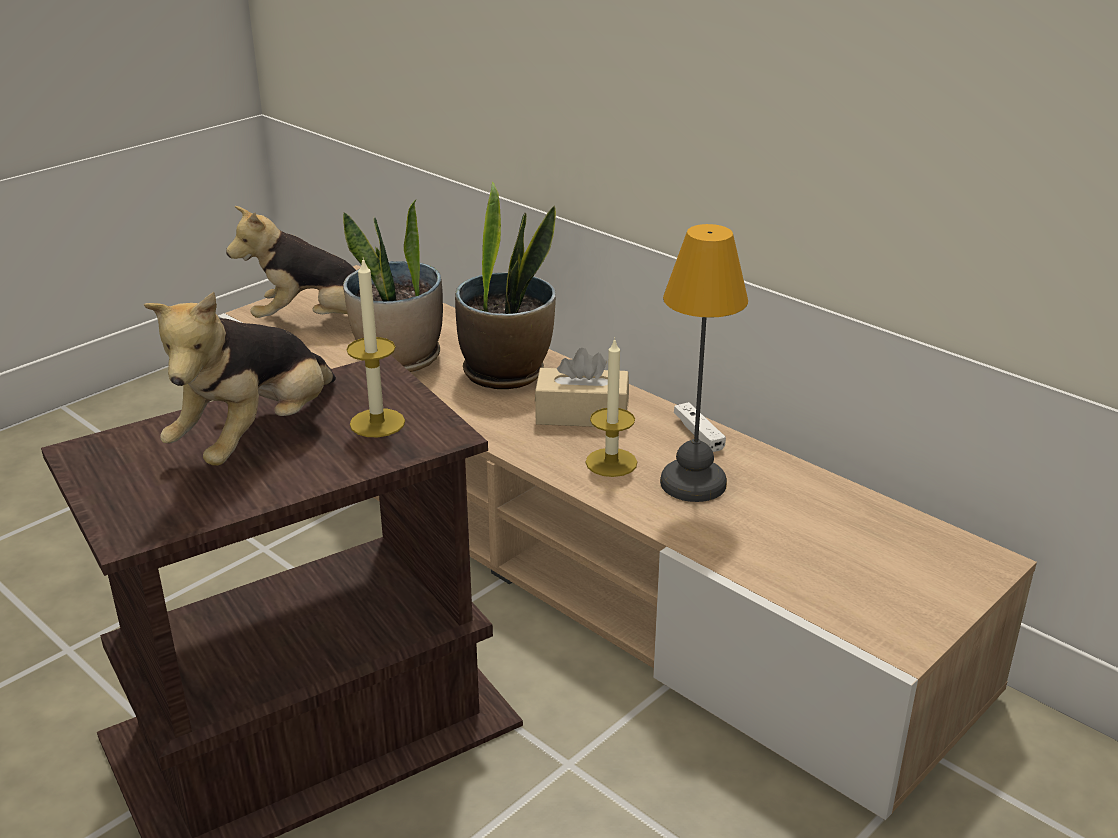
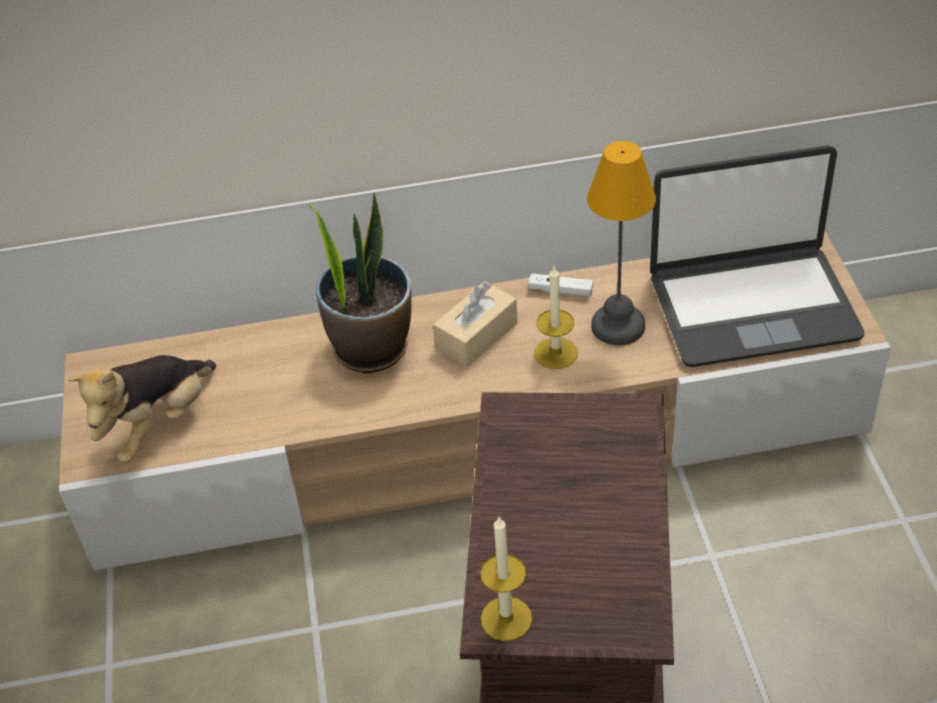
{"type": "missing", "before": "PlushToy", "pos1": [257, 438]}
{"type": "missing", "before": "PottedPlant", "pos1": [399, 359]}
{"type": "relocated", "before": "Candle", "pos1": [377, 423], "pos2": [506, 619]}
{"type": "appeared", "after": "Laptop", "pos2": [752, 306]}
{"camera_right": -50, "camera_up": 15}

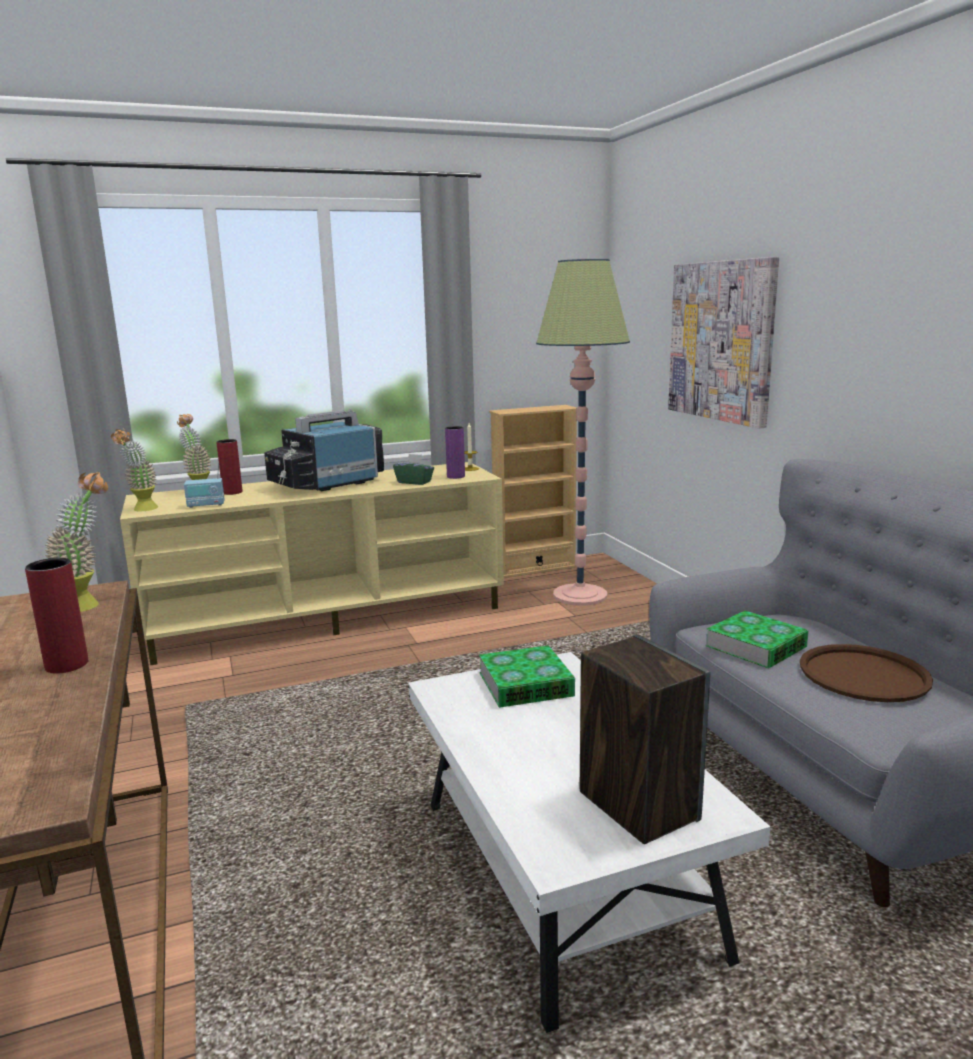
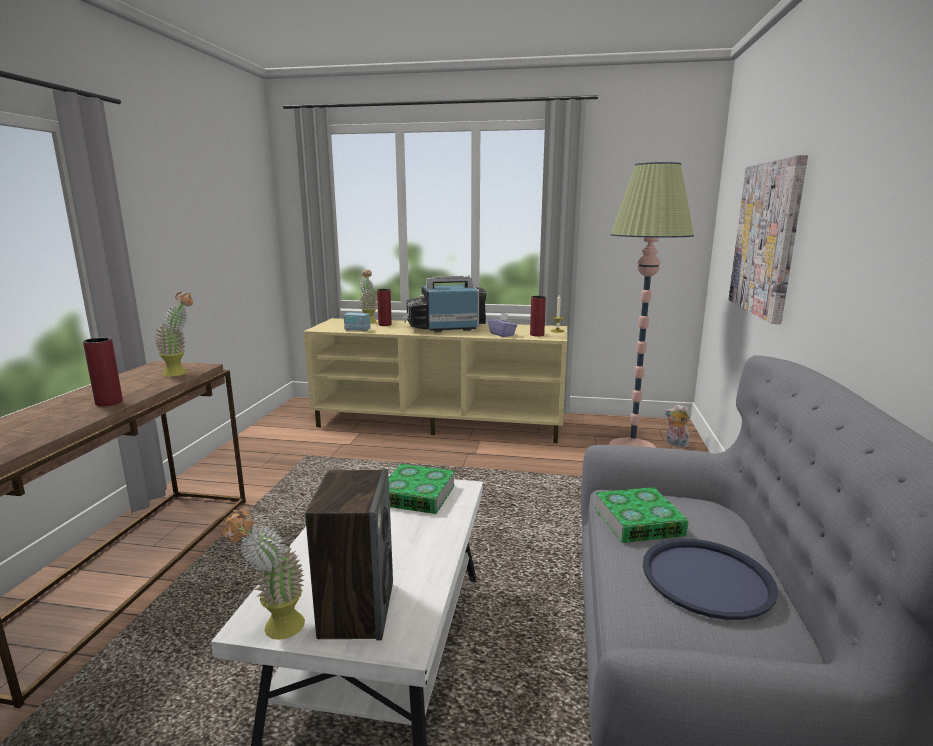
{"type": "relocated", "before": "PottedPlant", "pos1": [142, 510], "pos2": [274, 631]}
{"type": "colour", "before": "GreenTissueBox", "after": "PurpleTissueBox", "pos1": [414, 482], "pos2": [502, 334]}
{"type": "colour", "before": "PurpleVase", "after": "RedVase", "pos1": [456, 476], "pos2": [537, 335]}
{"type": "missing", "before": "BeigeBookcase", "pos1": [535, 568]}
{"type": "colour", "before": "BrownTray", "after": "BlueTray", "pos1": [863, 674], "pos2": [707, 578]}
{"type": "appeared", "after": "PlushToy", "pos2": [675, 444]}
{"camera_right": 30, "camera_up": 0}

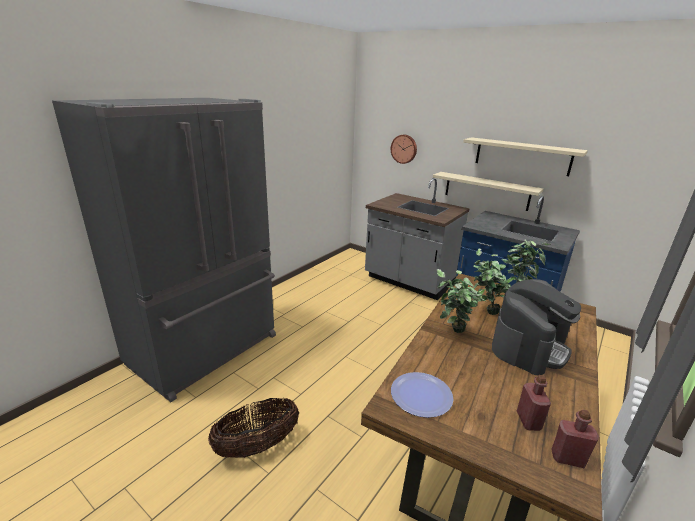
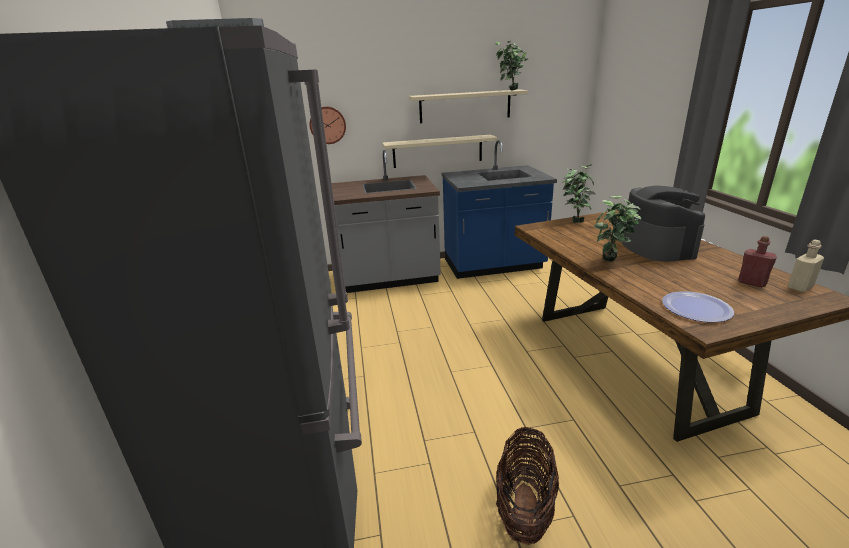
{"type": "relocated", "before": "PottedPlant", "pos1": [484, 312], "pos2": [510, 90]}
{"type": "colour", "before": "RedBottle", "after": "BeigeBottle", "pos1": [567, 458], "pos2": [800, 287]}
{"camera_right": -45, "camera_up": 0}

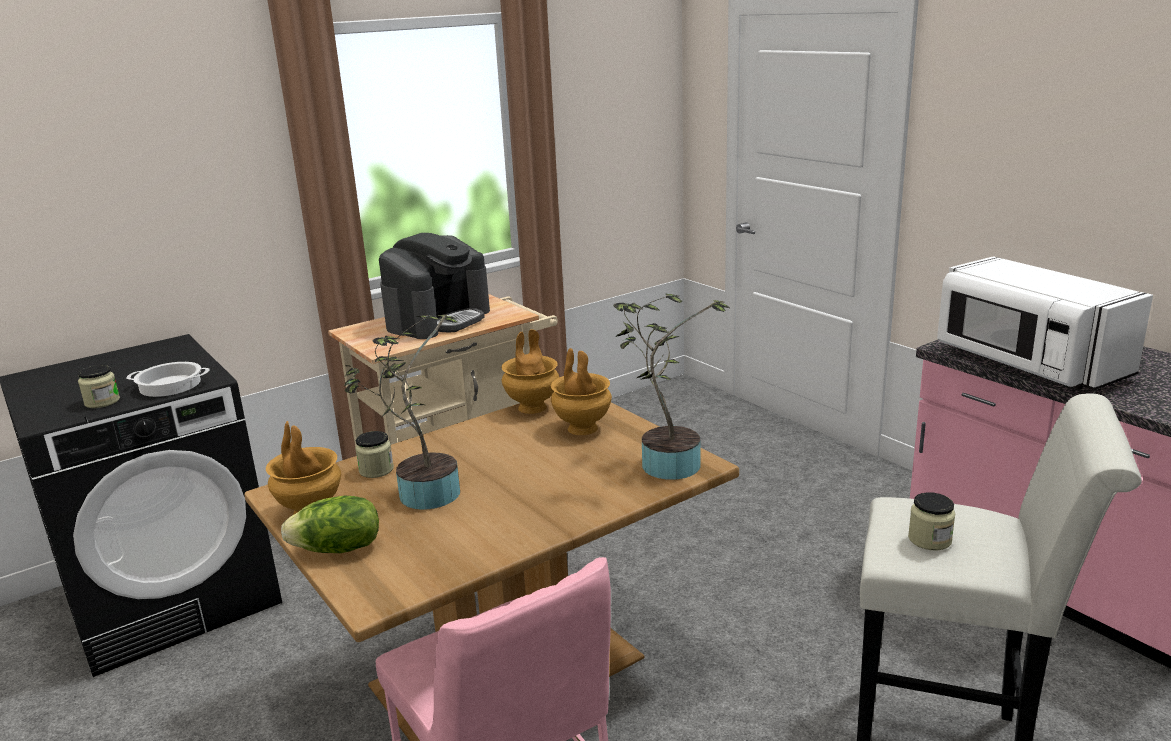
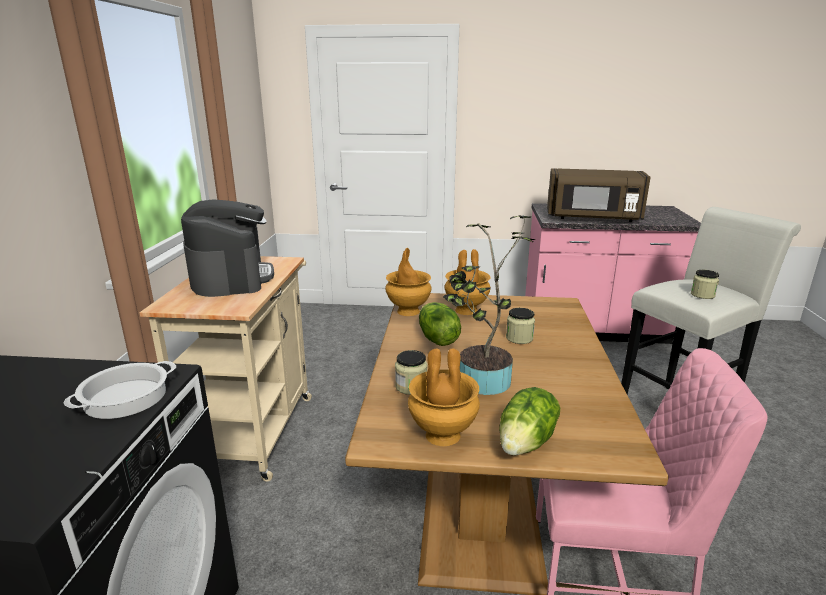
{"type": "relocated", "before": "Jar", "pos1": [102, 402], "pos2": [519, 338]}
{"type": "missing", "before": "PottedPlant", "pos1": [665, 463]}
{"type": "colour", "before": "WhiteMicrowave", "after": "BrownMicrowave", "pos1": [1027, 363], "pos2": [593, 218]}
{"type": "appeared", "after": "Lettuce", "pos2": [437, 339]}
{"camera_right": -50, "camera_up": 0}

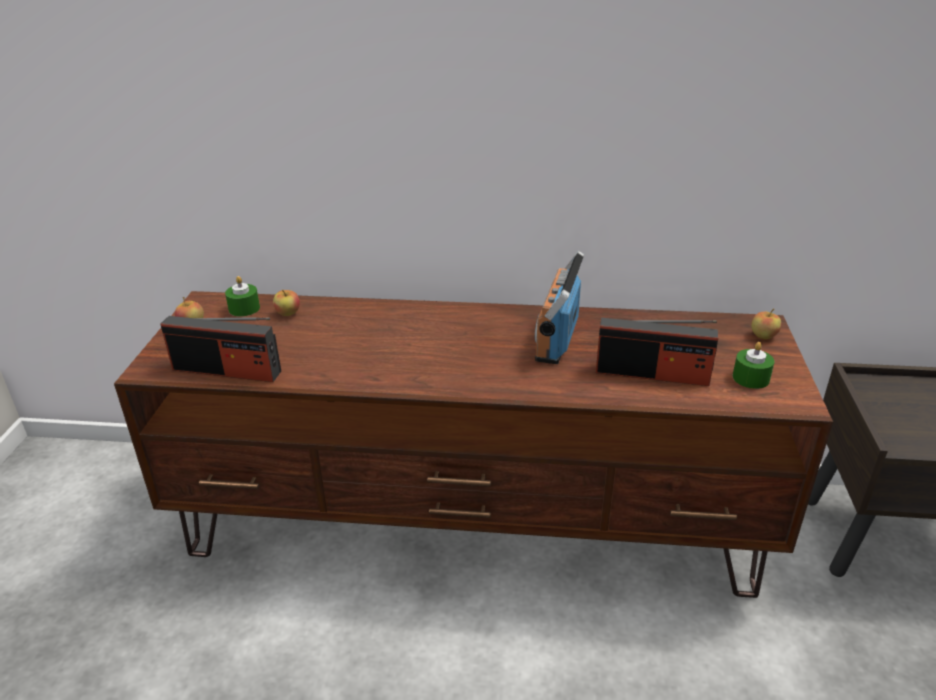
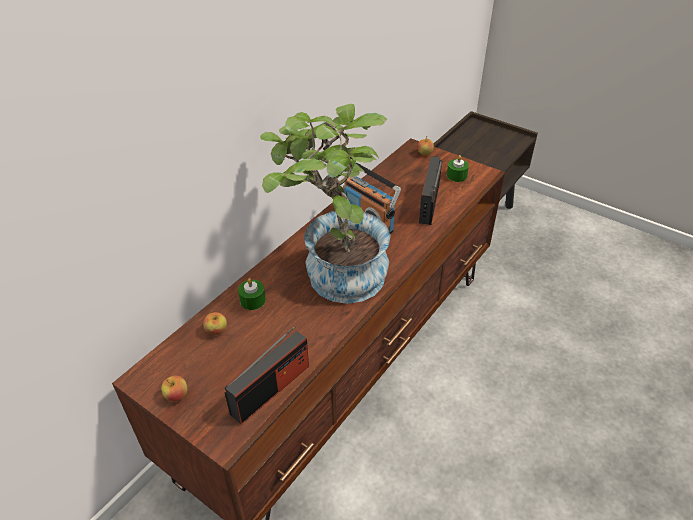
{"type": "relocated", "before": "GreenCandle", "pos1": [244, 308], "pos2": [252, 300]}
{"type": "spun", "before": "Radio", "pos1": [652, 374], "pos2": [429, 203], "turn": 150}
{"type": "appeared", "after": "PottedPlant", "pos2": [334, 273]}
{"camera_right": -60, "camera_up": 10}

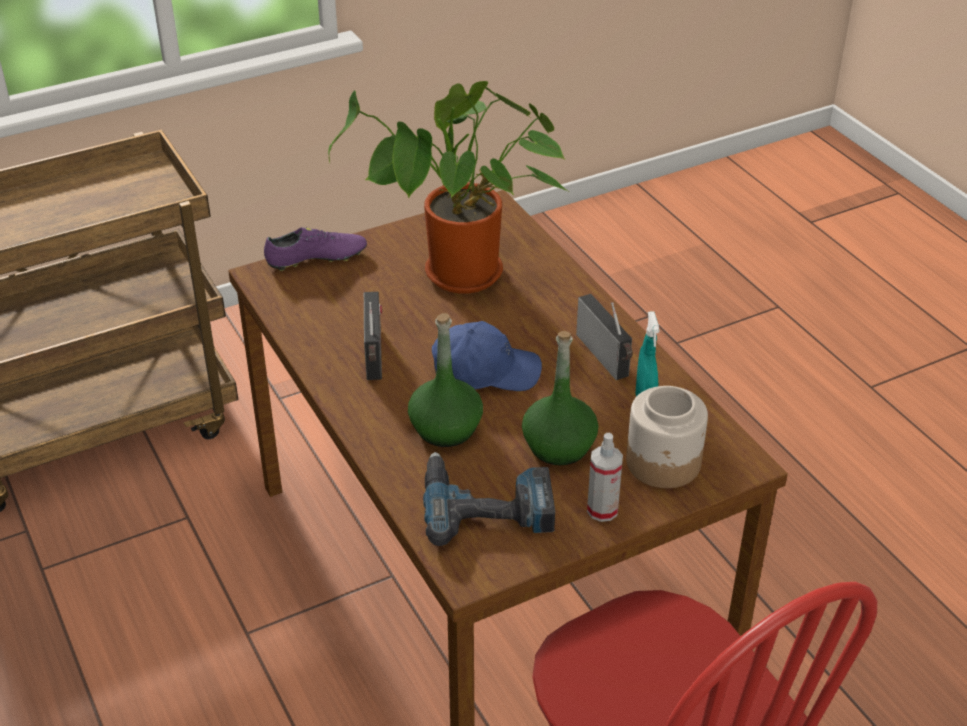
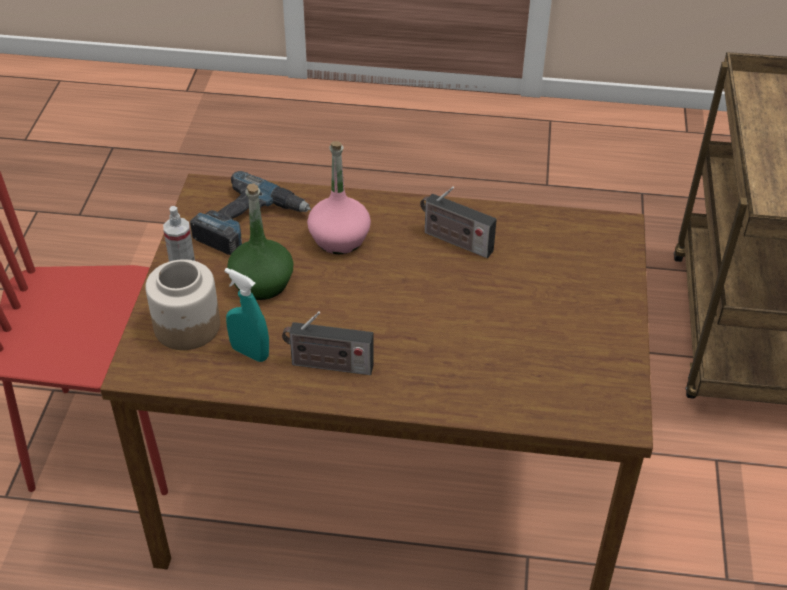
{"type": "missing", "before": "PurpleShoe", "pos1": [317, 260]}
{"type": "missing", "before": "PottedPlant", "pos1": [459, 279]}
{"type": "colour", "before": "GreenBottle", "after": "PinkBottle", "pos1": [445, 429], "pos2": [339, 239]}
{"type": "missing", "before": "BlueCap", "pos1": [484, 371]}
{"camera_right": 125, "camera_up": 5}

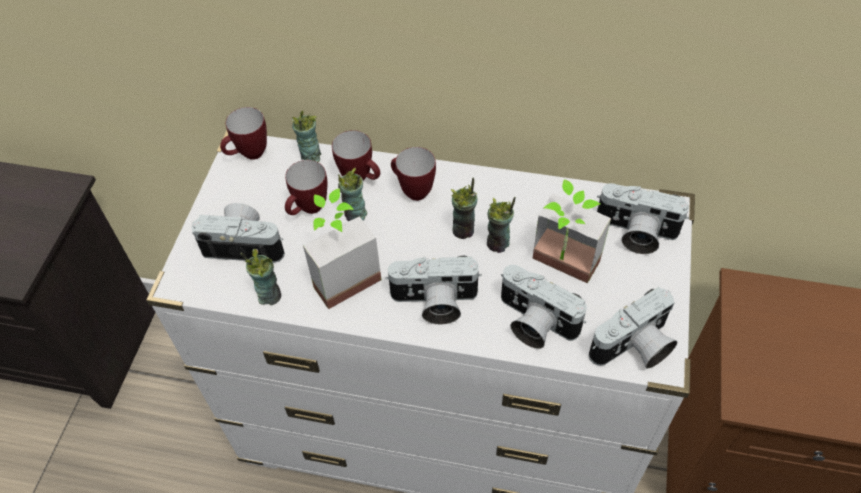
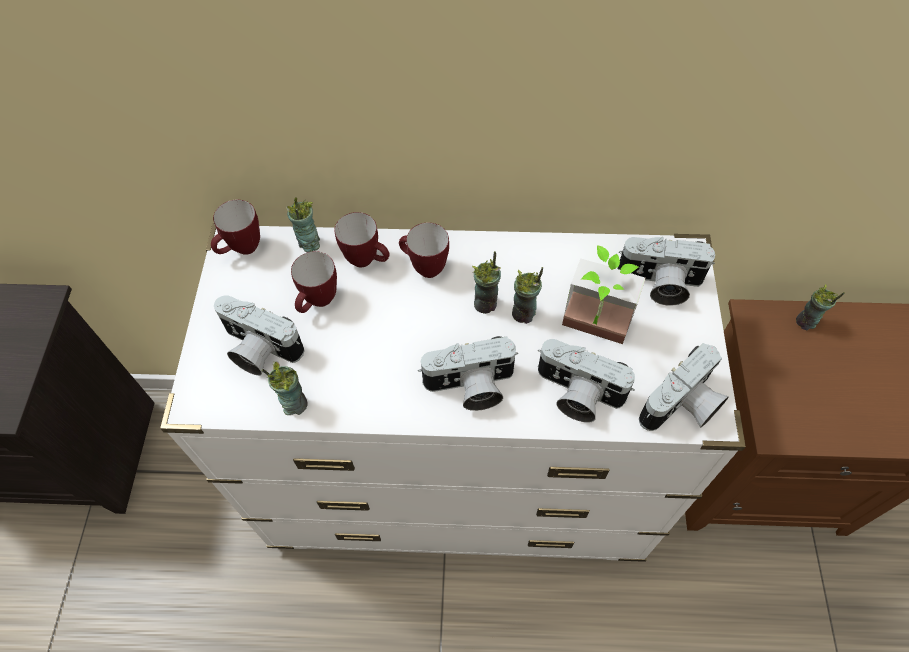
{"type": "spun", "before": "PhotoCamera", "pos1": [246, 244], "pos2": [258, 350], "turn": -150}
{"type": "missing", "before": "PottedPlant", "pos1": [341, 274]}
{"type": "relocated", "before": "Cup", "pos1": [355, 214], "pos2": [805, 322]}
{"camera_right": -10, "camera_up": 5}

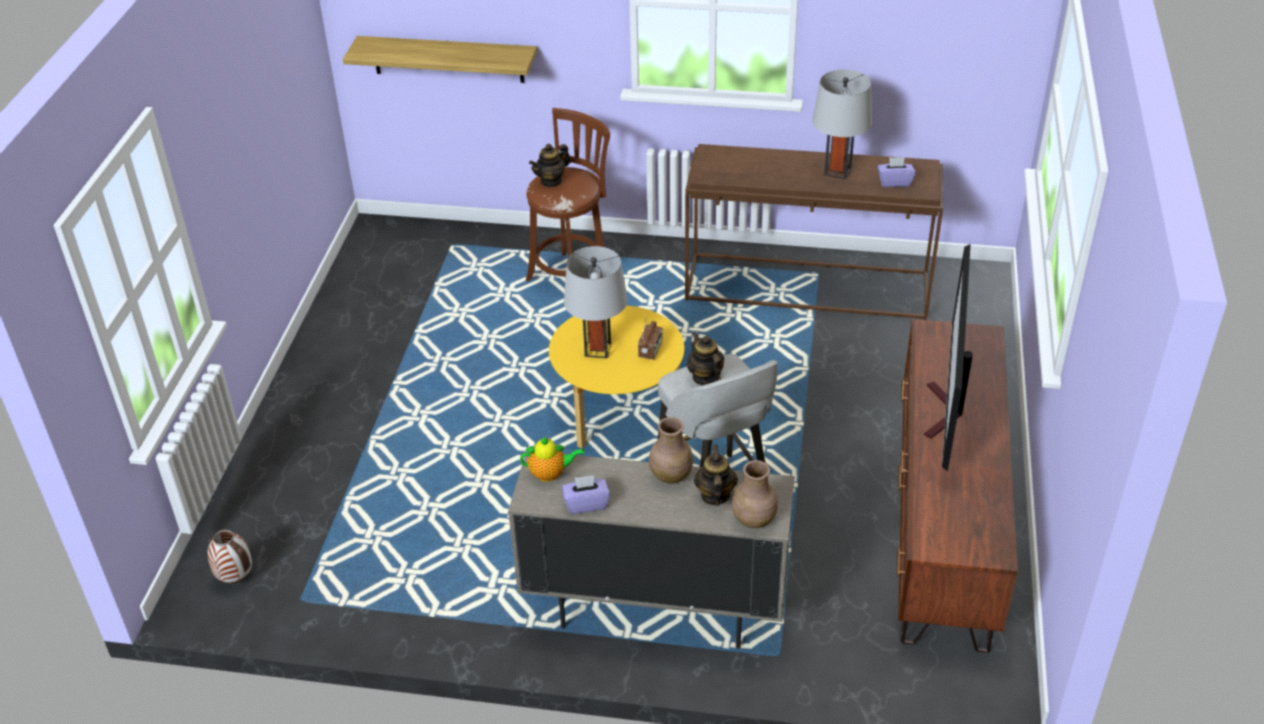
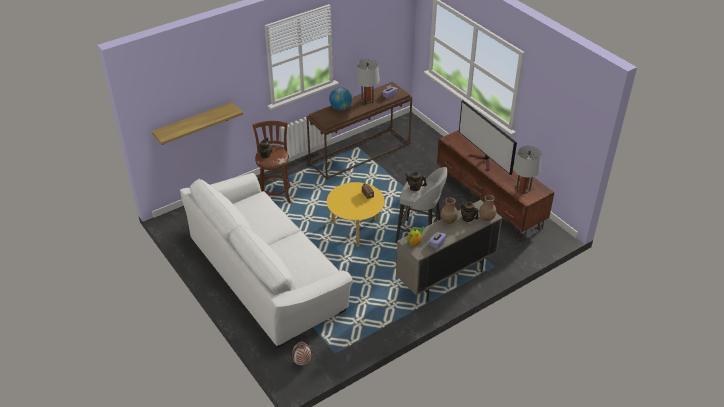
{"type": "relocated", "before": "GreyTableLamp", "pos1": [597, 349], "pos2": [523, 190]}
{"type": "appeared", "after": "WhiteSofa", "pos2": [267, 274]}
{"type": "appeared", "after": "Globe", "pos2": [341, 108]}
{"camera_right": -45, "camera_up": 0}

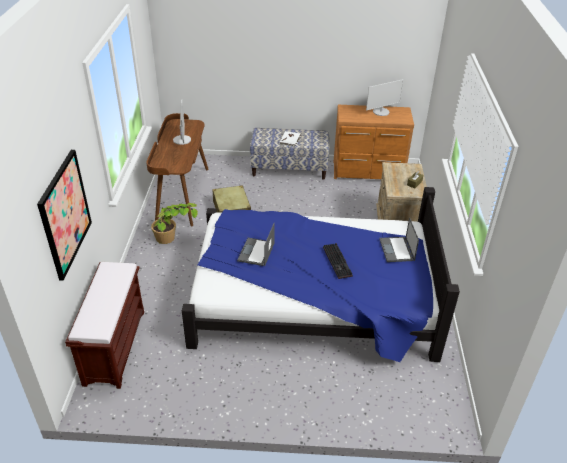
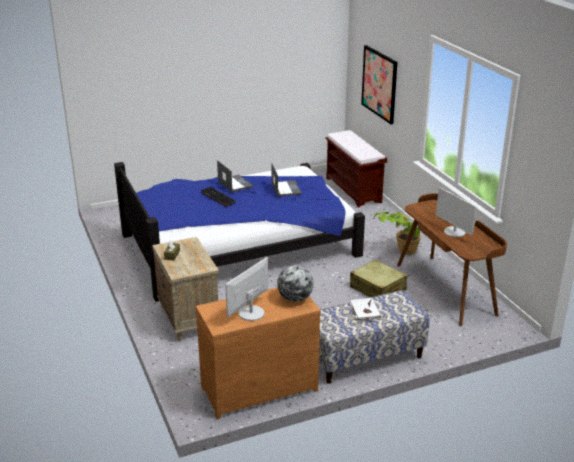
{"type": "relocated", "before": "Laptop", "pos1": [397, 250], "pos2": [235, 183]}
{"type": "appeared", "after": "Globe", "pos2": [295, 298]}
{"camera_right": 155, "camera_up": -10}

